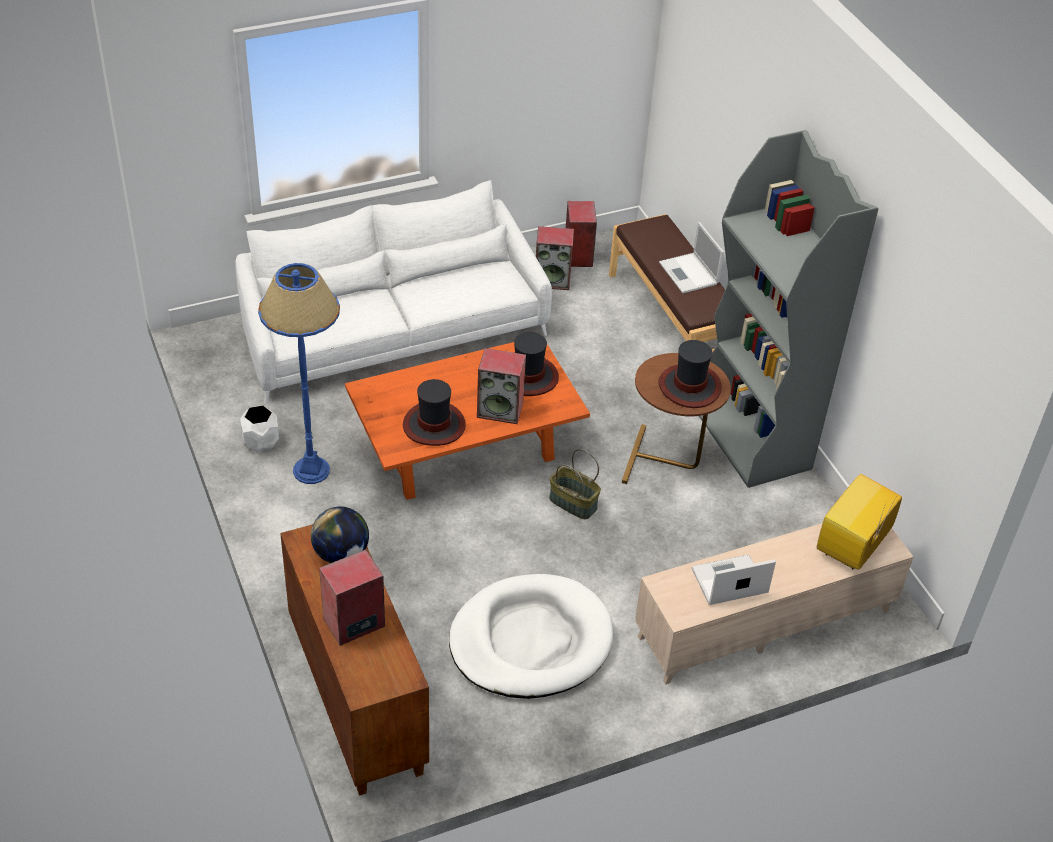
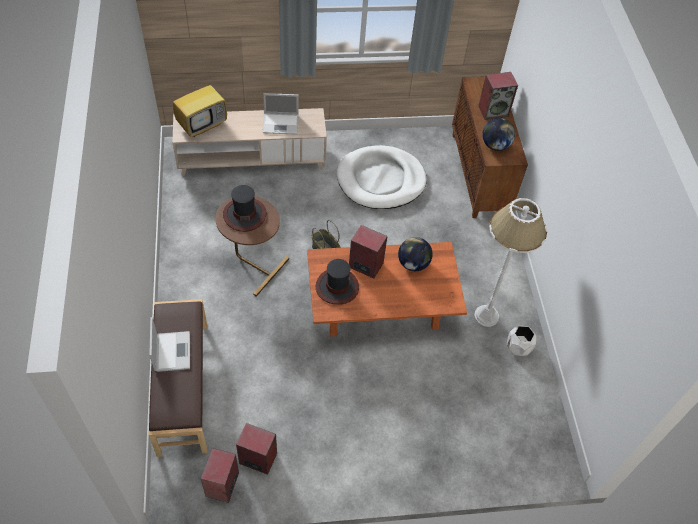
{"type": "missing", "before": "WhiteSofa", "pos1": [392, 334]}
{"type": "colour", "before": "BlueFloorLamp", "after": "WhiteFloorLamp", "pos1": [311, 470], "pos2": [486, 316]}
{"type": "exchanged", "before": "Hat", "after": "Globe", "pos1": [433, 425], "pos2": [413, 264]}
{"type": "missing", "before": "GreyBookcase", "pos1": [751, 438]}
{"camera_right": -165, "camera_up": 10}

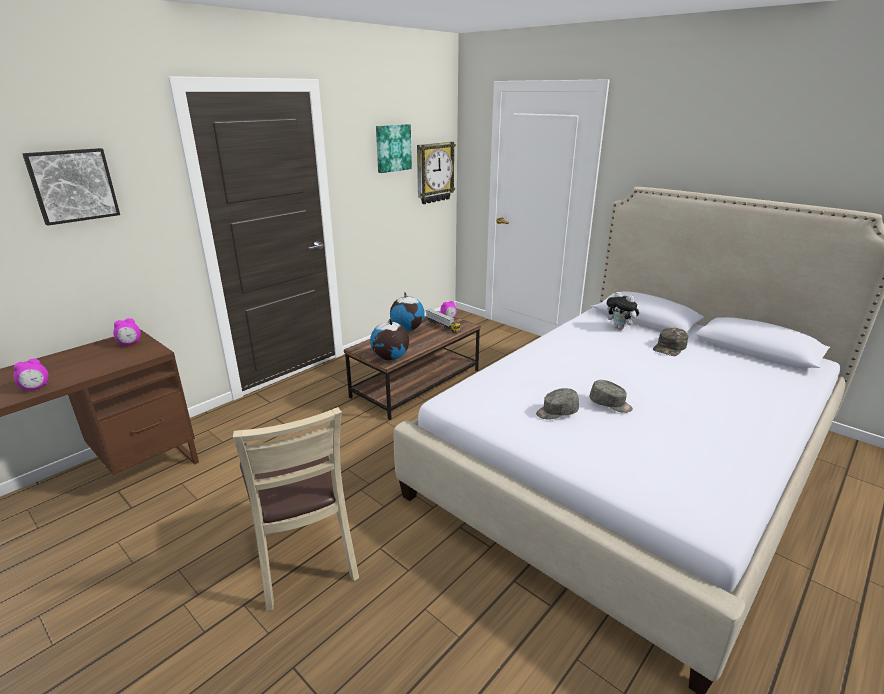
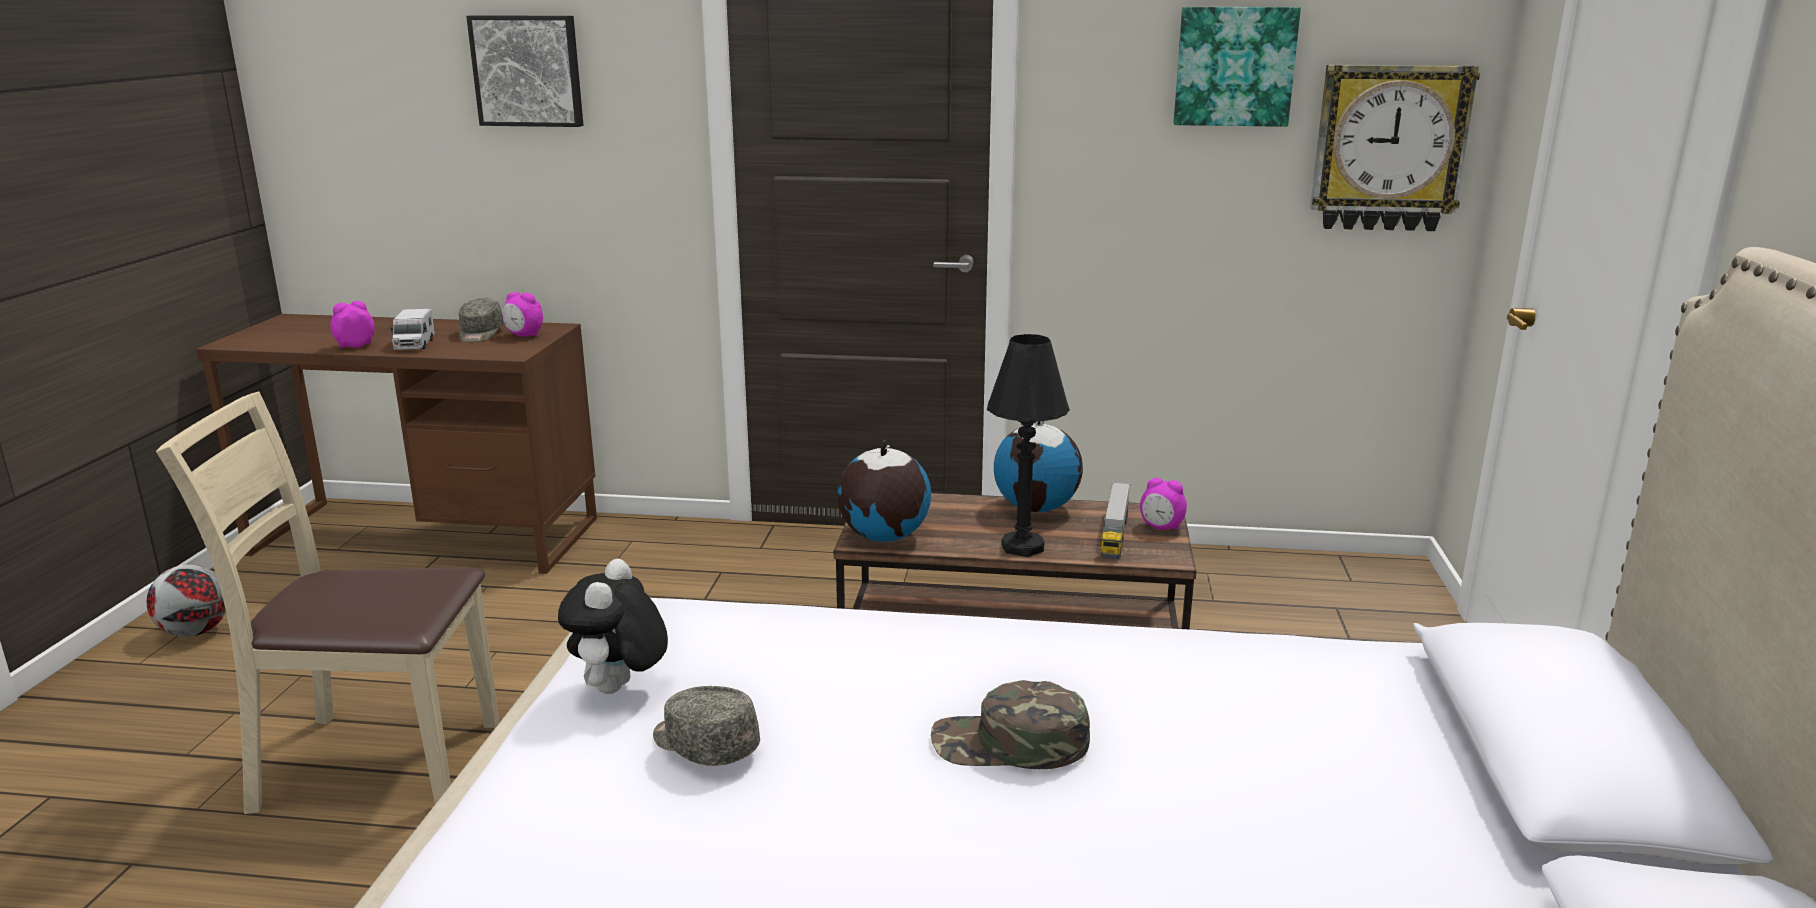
{"type": "spun", "before": "AlarmClock", "pos1": [36, 388], "pos2": [355, 346], "turn": 135}
{"type": "spun", "before": "BeigeChair", "pos1": [303, 557], "pos2": [376, 763], "turn": 60}
{"type": "relocated", "before": "GreyCap", "pos1": [610, 404], "pos2": [480, 334]}
{"type": "relocated", "before": "PlushToy", "pos1": [620, 328], "pos2": [619, 690]}
{"type": "relocated", "before": "GreenCap", "pos1": [670, 347], "pos2": [1009, 743]}
{"type": "appeared", "after": "Football", "pos2": [194, 632]}
{"type": "appeared", "after": "ToyTruck", "pos2": [414, 345]}
{"type": "appeared", "after": "BlackTableLamp", "pos2": [1022, 547]}
{"camera_right": 55, "camera_up": -5}

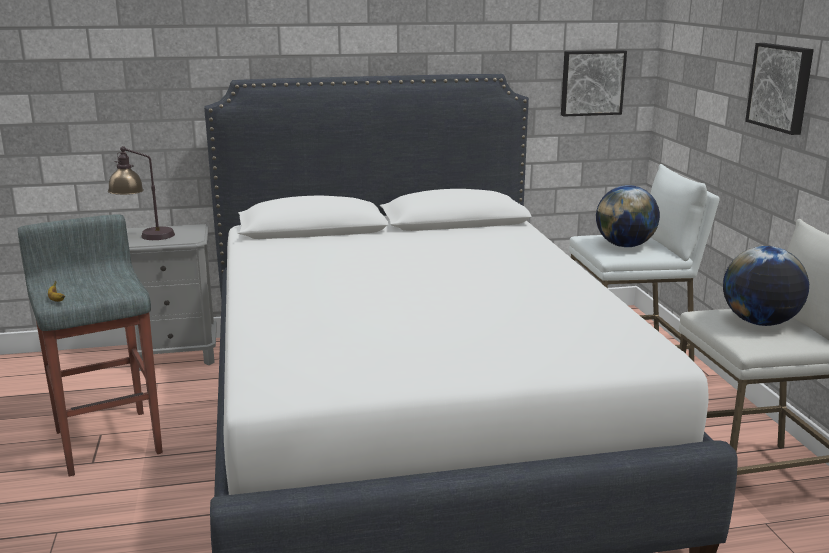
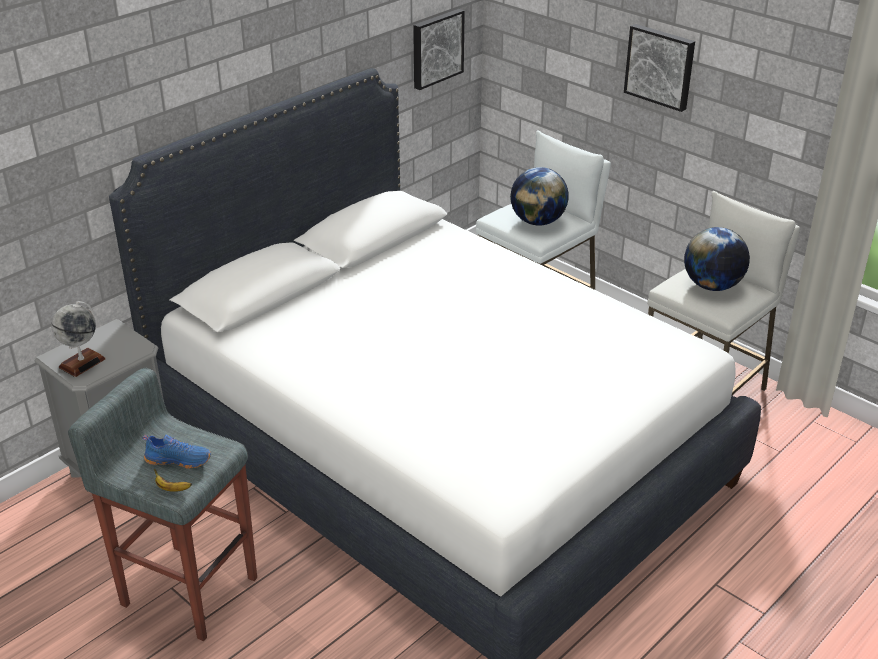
{"type": "exchanged", "before": "TableLamp", "after": "Globe", "pos1": [144, 237], "pos2": [82, 363]}
{"type": "appeared", "after": "BlueShoe", "pos2": [179, 459]}
{"camera_right": -35, "camera_up": 15}

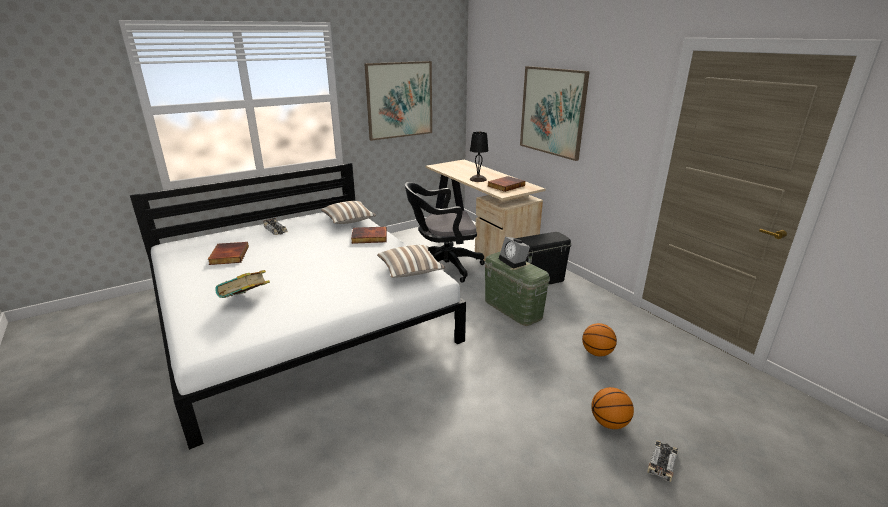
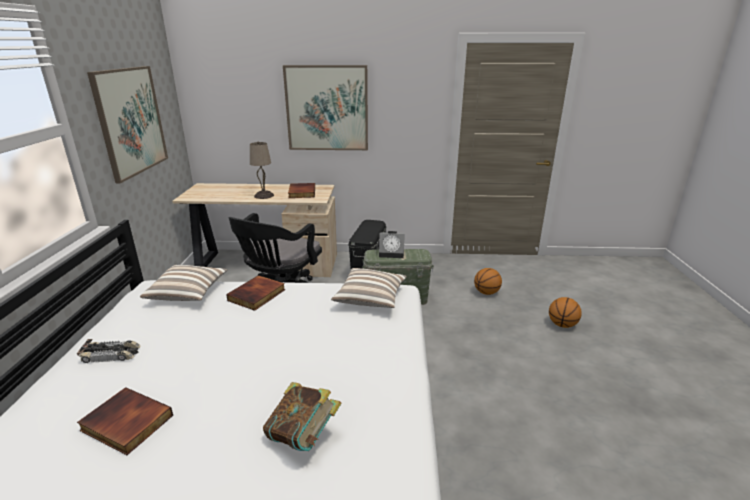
{"type": "colour", "before": "BlackTableLamp", "after": "BeigeTableLamp", "pos1": [478, 179], "pos2": [264, 195]}
{"type": "missing", "before": "ToyCar", "pos1": [662, 462]}
{"camera_right": -55, "camera_up": 0}

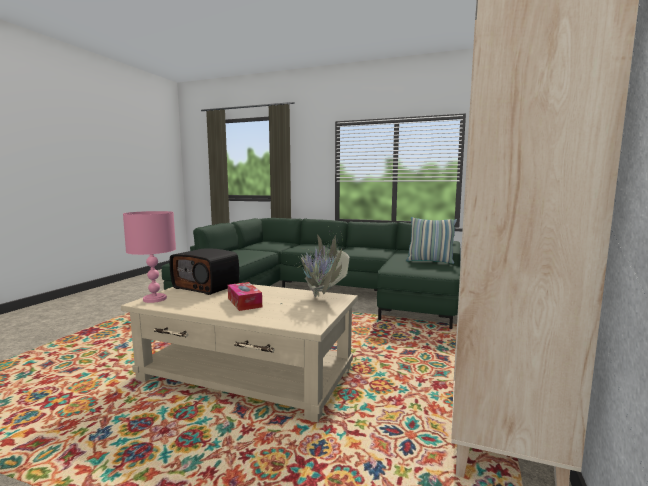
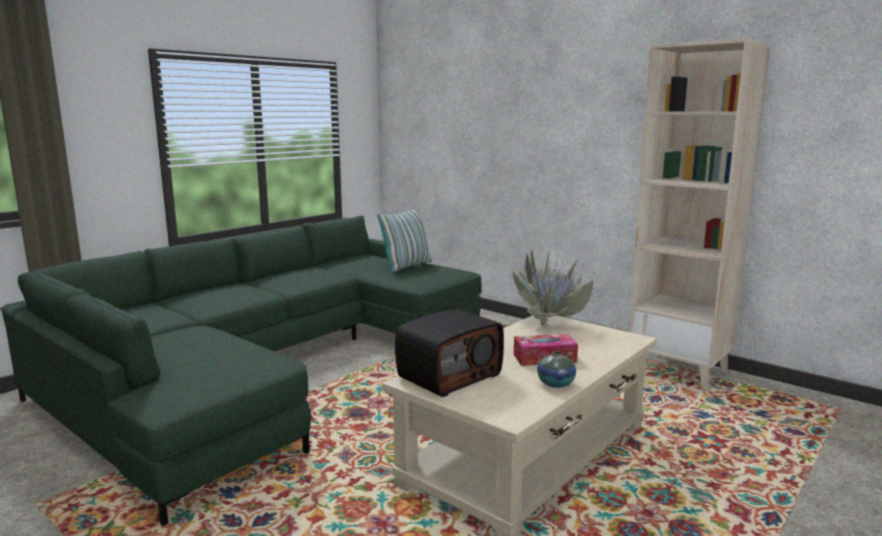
{"type": "missing", "before": "PinkTableLamp", "pos1": [155, 299]}
{"type": "appeared", "after": "Vase", "pos2": [555, 384]}
{"camera_right": -70, "camera_up": 5}

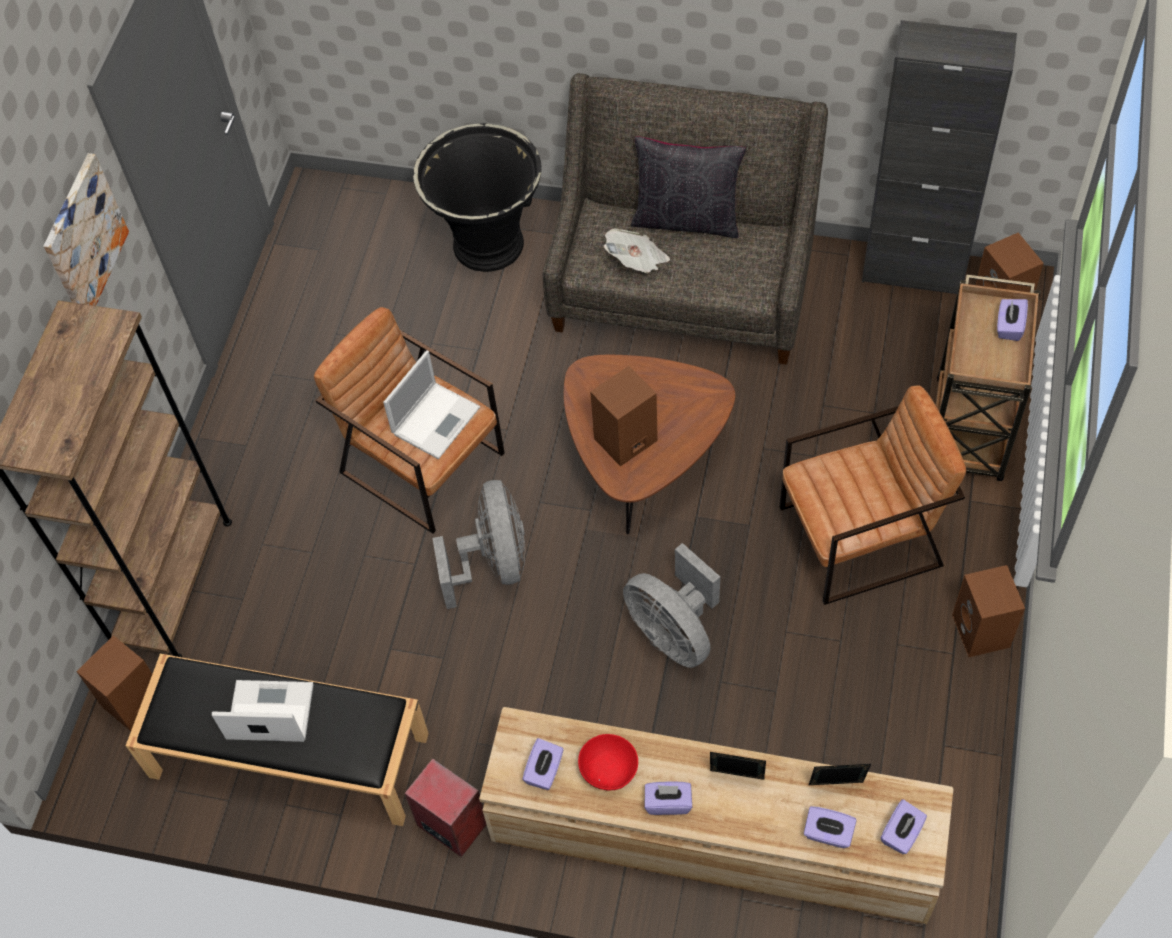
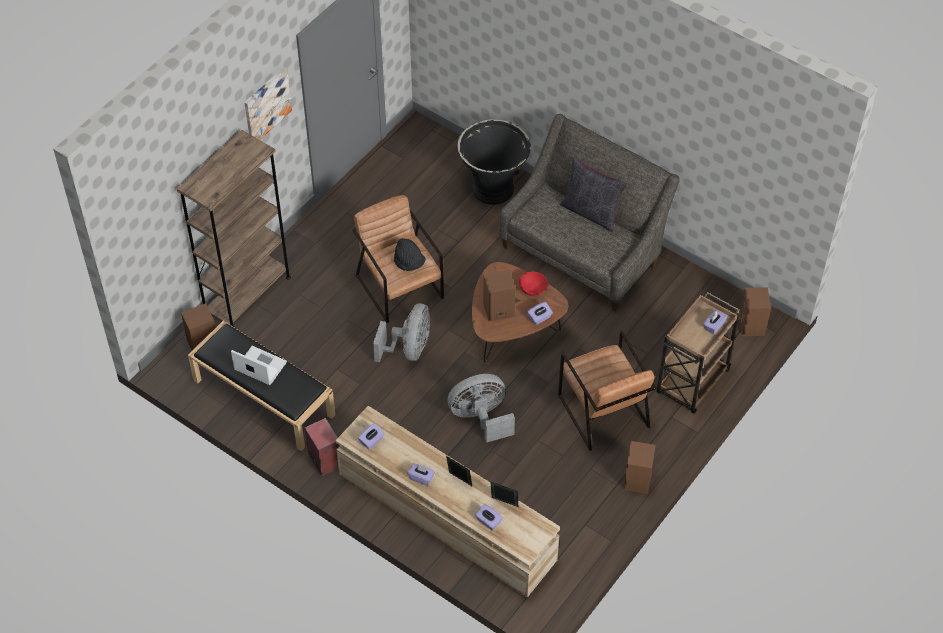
{"type": "exchanged", "before": "Laptop", "after": "BlackHat", "pos1": [436, 419], "pos2": [409, 263]}
{"type": "relocated", "before": "RedBowl", "pos1": [608, 769], "pos2": [532, 289]}
{"type": "missing", "before": "Newspaper", "pos1": [637, 261]}
{"type": "spun", "before": "GreyFan", "pos1": [674, 632], "pos2": [481, 418], "turn": 90}
{"type": "spun", "before": "BrownArmchair", "pos1": [861, 537], "pos2": [603, 411], "turn": 60}
{"type": "missing", "before": "BlackCabinet", "pos1": [913, 271]}
{"type": "relocated", "before": "PurpleTissueBox", "pos1": [901, 833], "pos2": [539, 318]}
{"camera_right": 20, "camera_up": -5}

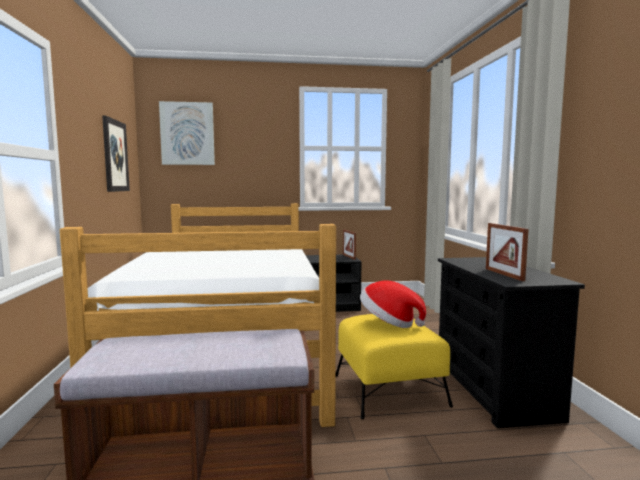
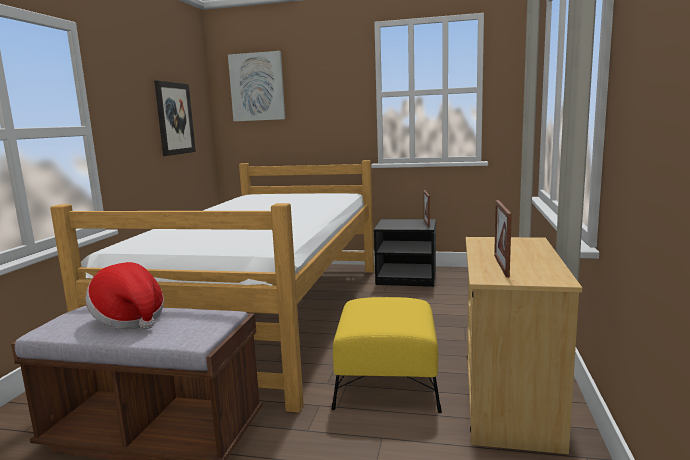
{"type": "relocated", "before": "Hat", "pos1": [389, 323], "pos2": [129, 319]}
{"type": "colour", "before": "BlackDresser", "after": "BeigeDresser", "pos1": [494, 391], "pos2": [509, 401]}
{"camera_right": 20, "camera_up": 5}

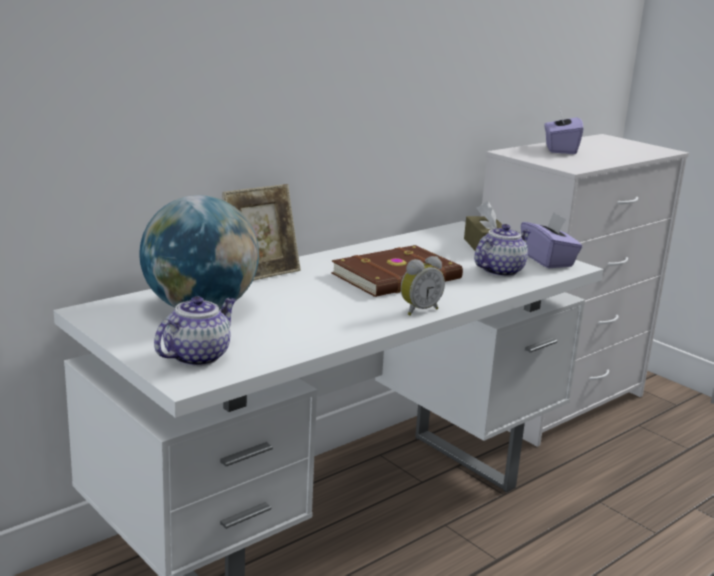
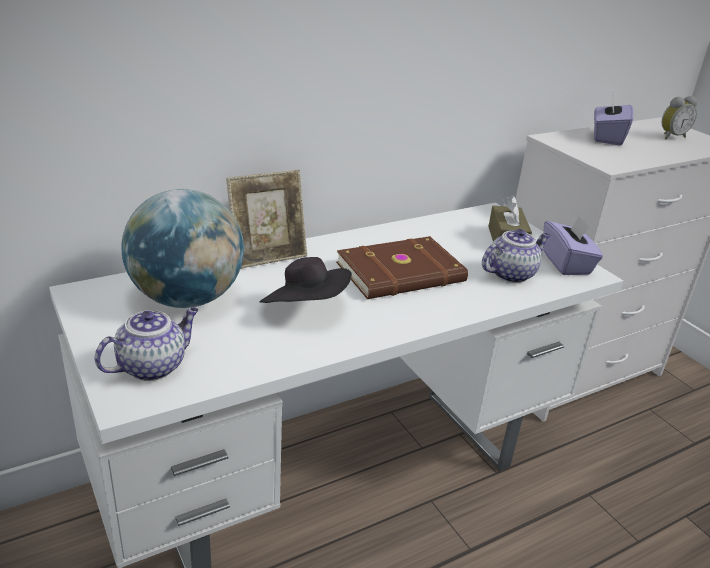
{"type": "relocated", "before": "AlarmClock", "pos1": [418, 310], "pos2": [671, 137]}
{"type": "appeared", "after": "BlackHat", "pos2": [306, 308]}
{"camera_right": 10, "camera_up": 10}

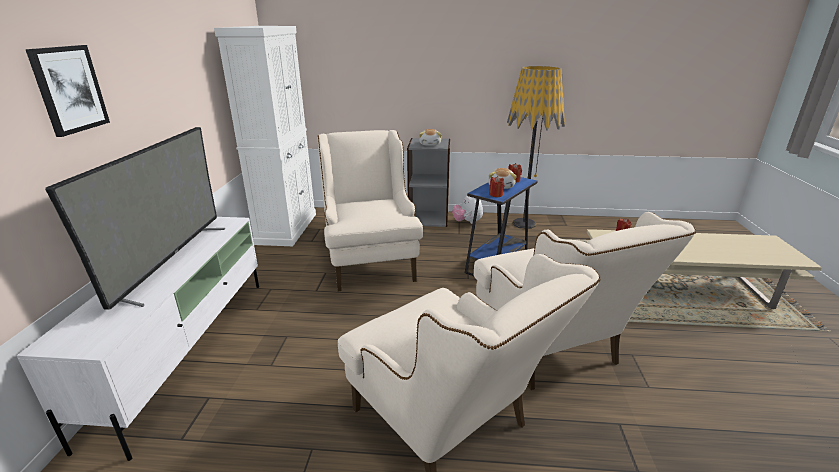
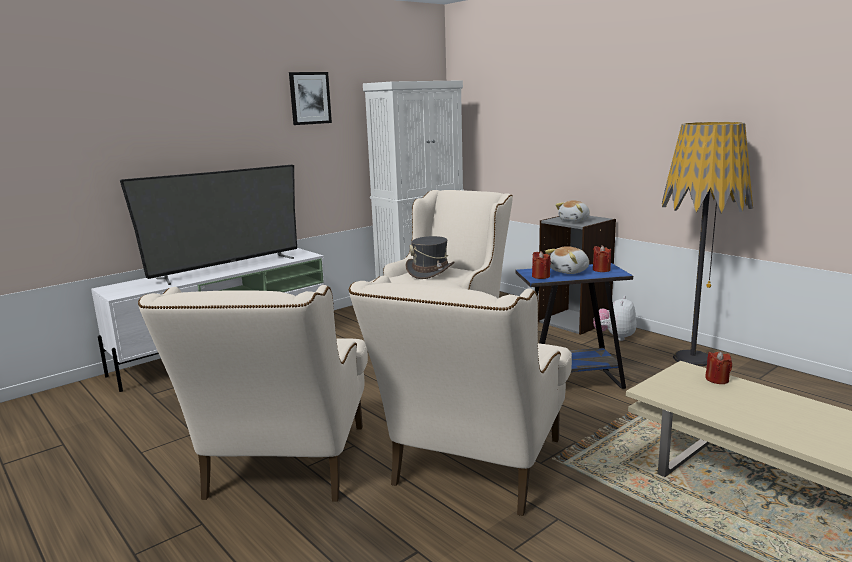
{"type": "relocated", "before": "Picture", "pos1": [69, 89], "pos2": [309, 98]}
{"type": "appeared", "after": "GreyHat", "pos2": [430, 272]}
{"camera_right": 45, "camera_up": -10}

